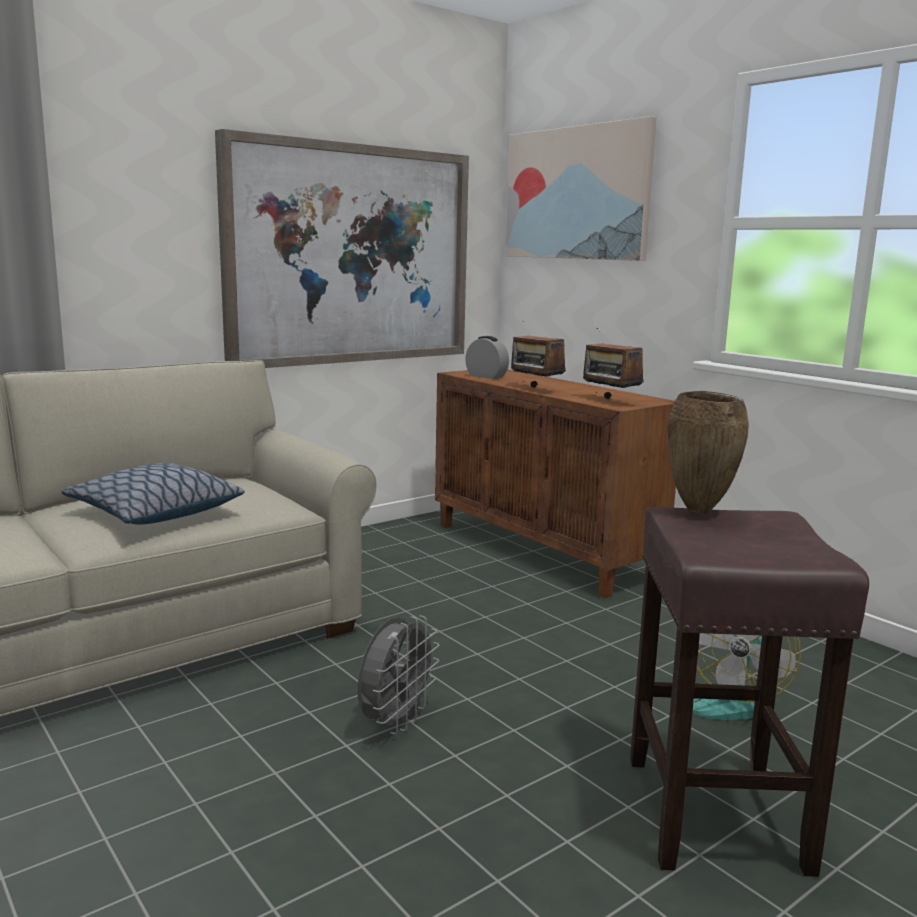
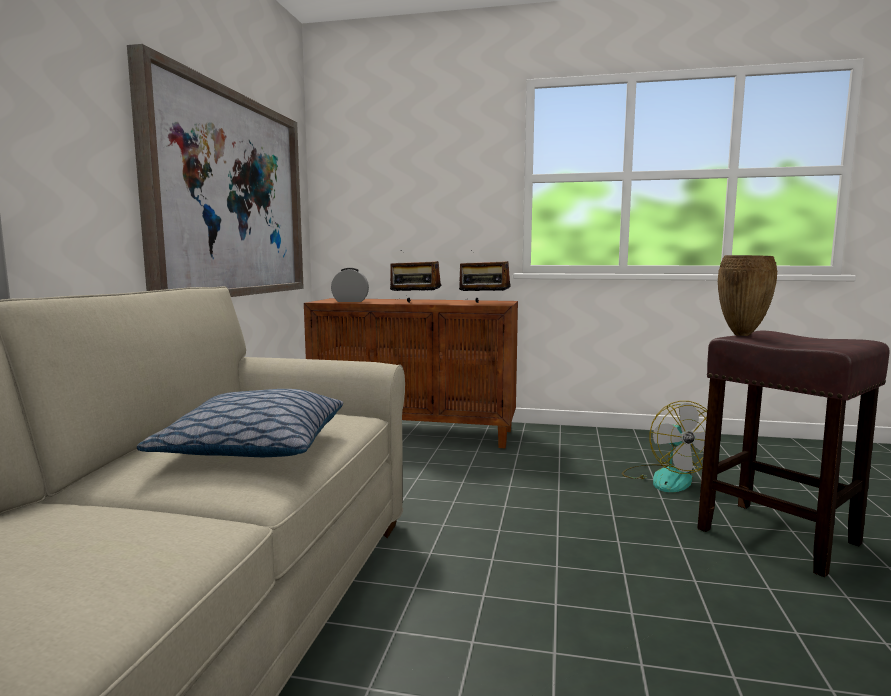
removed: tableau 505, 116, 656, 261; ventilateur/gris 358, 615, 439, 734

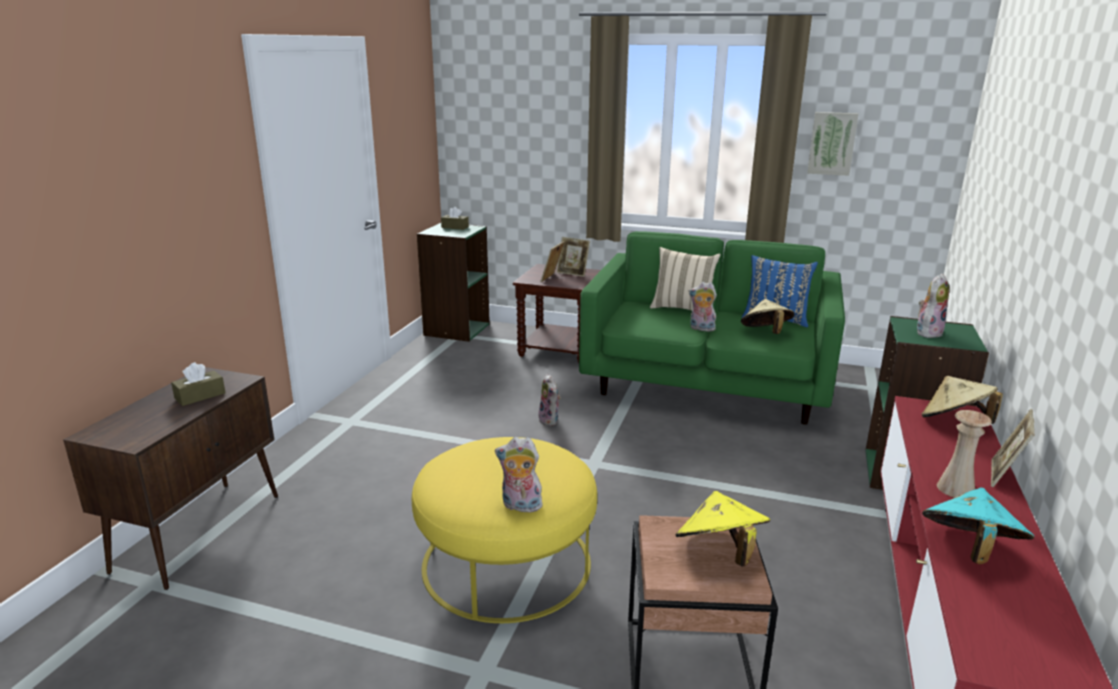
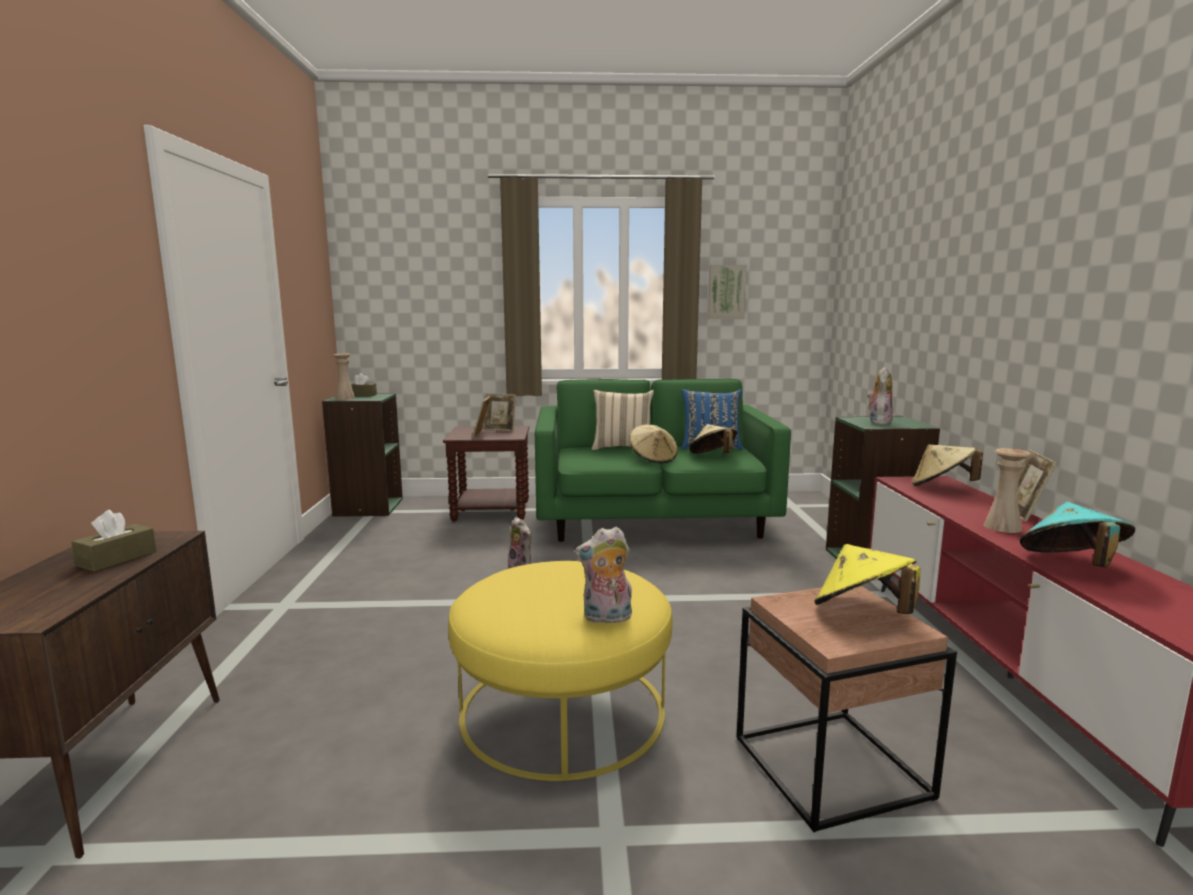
added: vase/beige 333, 354, 355, 400
replaced: peluche 688, 282, 717, 332 to chapeau/beige 630, 424, 678, 463

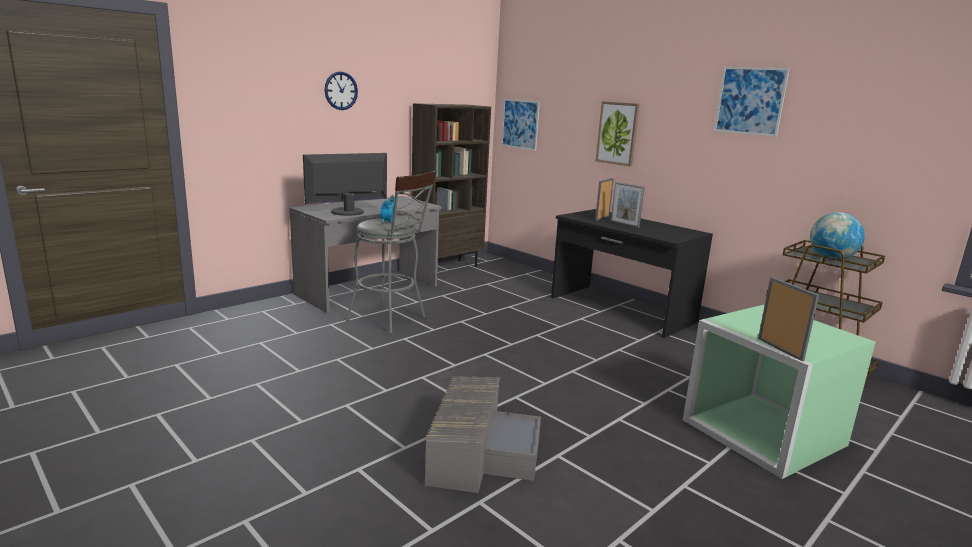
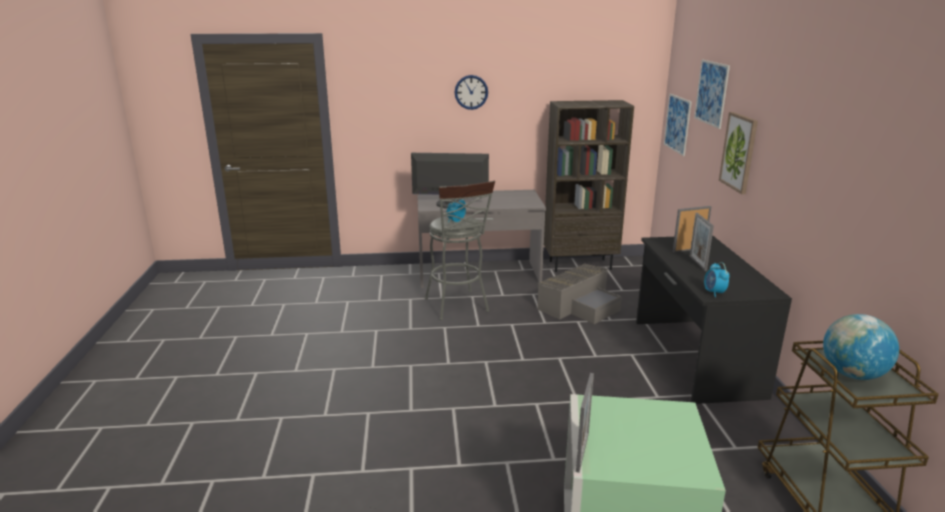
added: réveil 704, 262, 730, 297
moved: tableau 714, 67, 790, 137 to 694, 60, 730, 129; boîte de rangement/gris 425, 376, 541, 493 to 537, 263, 622, 324

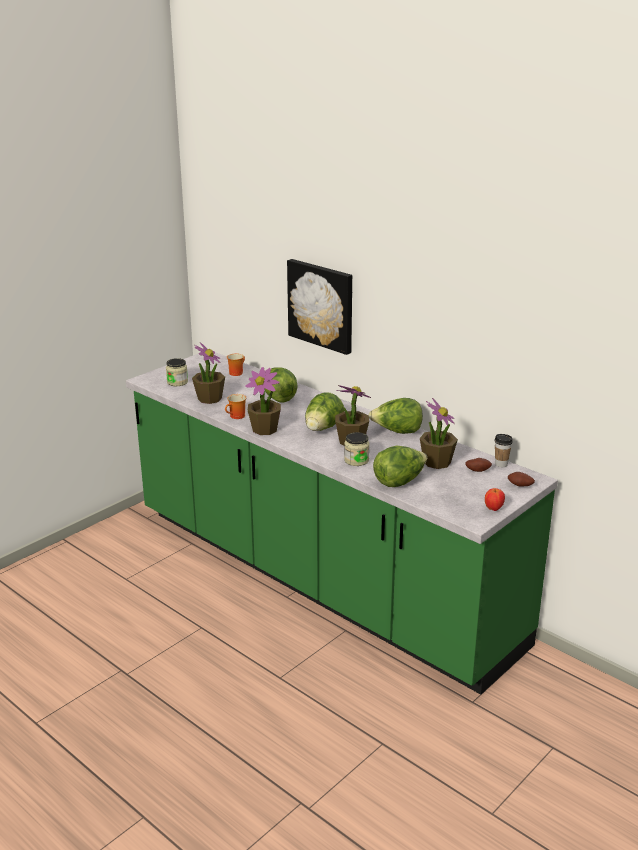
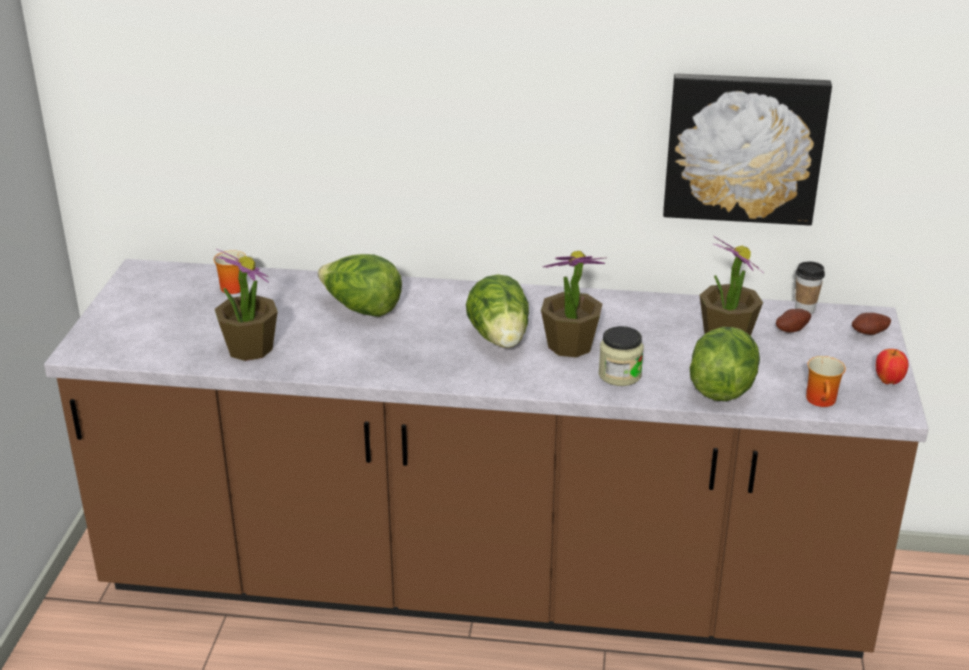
removed: bocal 166, 358, 188, 386; plante en pot 245, 367, 281, 435; laitue 369, 398, 423, 434
moved: tableau 287, 259, 352, 355 to 663, 73, 832, 226; mug 225, 394, 246, 419 to 806, 356, 846, 407
recoloured: comptoir de cuisine/vert 126, 352, 558, 695 to comptoir de cuisine/marron 44, 259, 928, 658

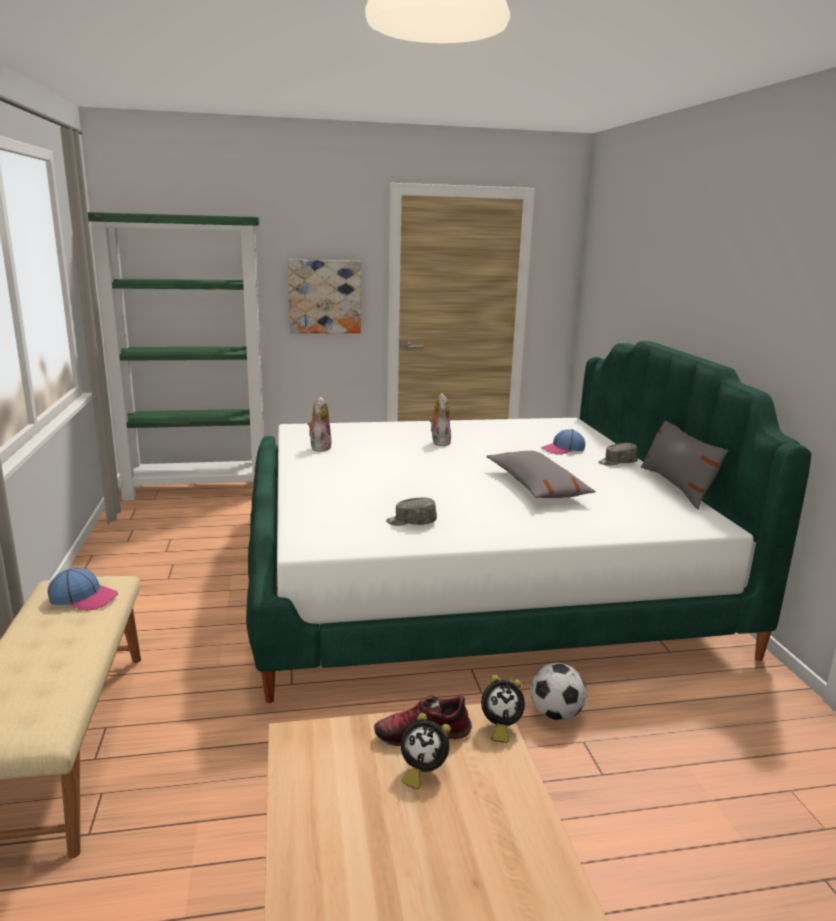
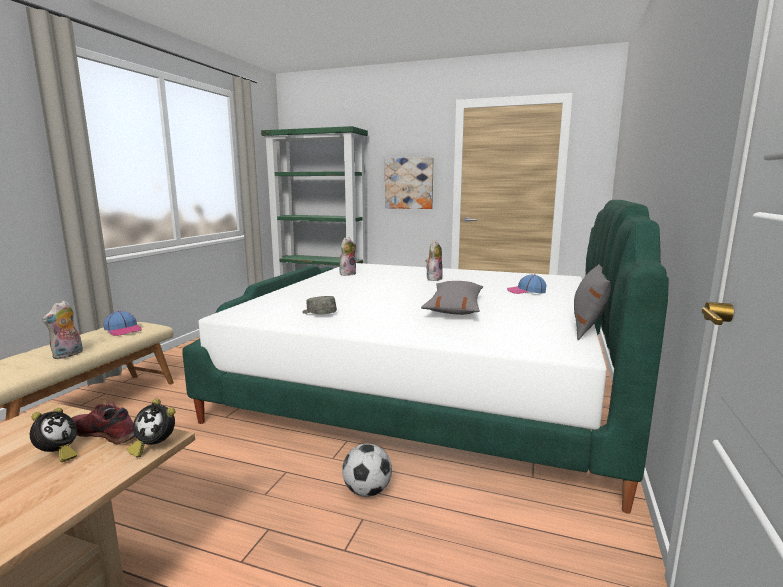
removed: casquette/gris 598, 443, 638, 466
added: peluche 42, 301, 83, 359
turned: réveil 401, 713, 451, 789 = 30, 408, 78, 462 120 degrees counterclockwise

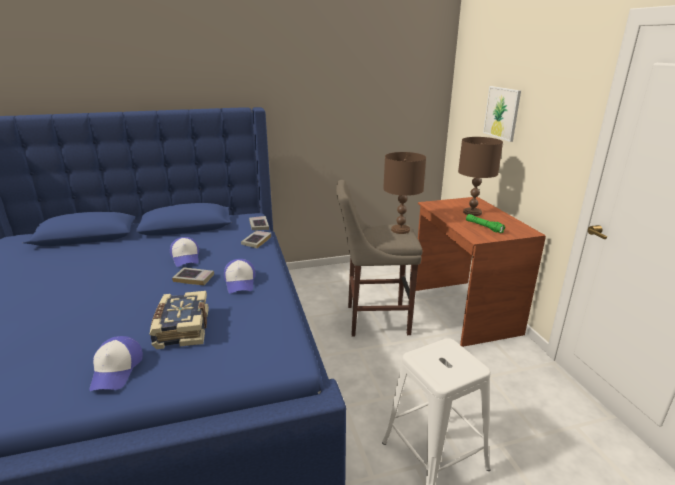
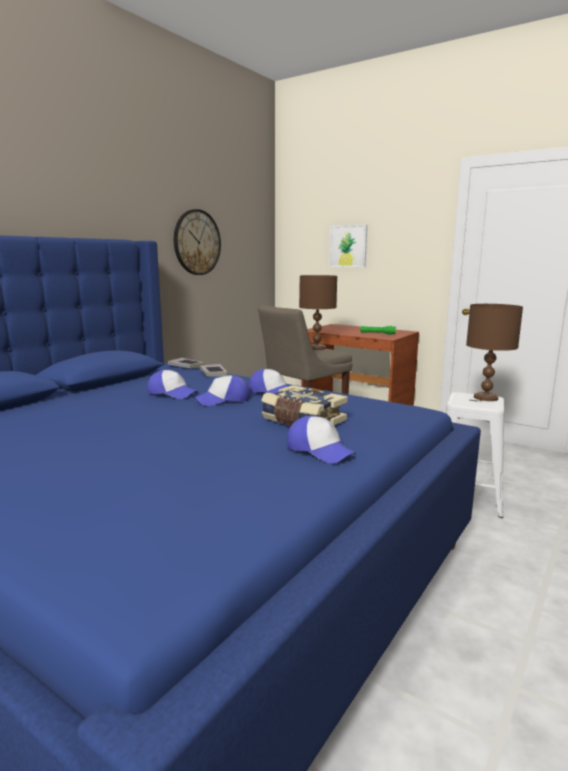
added: horloge murale 174, 209, 221, 275
moved: lampe de table/marron 458, 137, 503, 216 to 466, 304, 523, 401
replaced: livre 172, 267, 214, 285 to casquette 194, 375, 250, 406

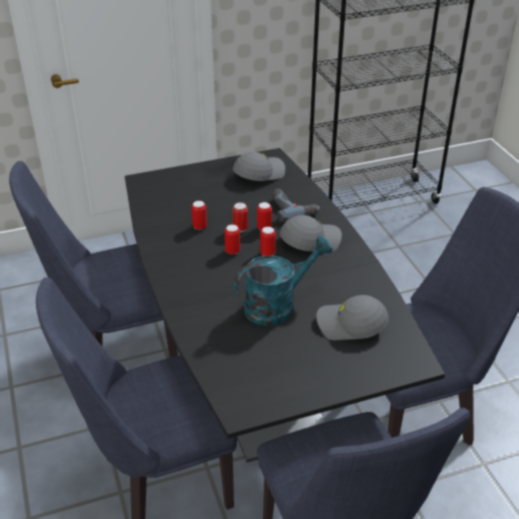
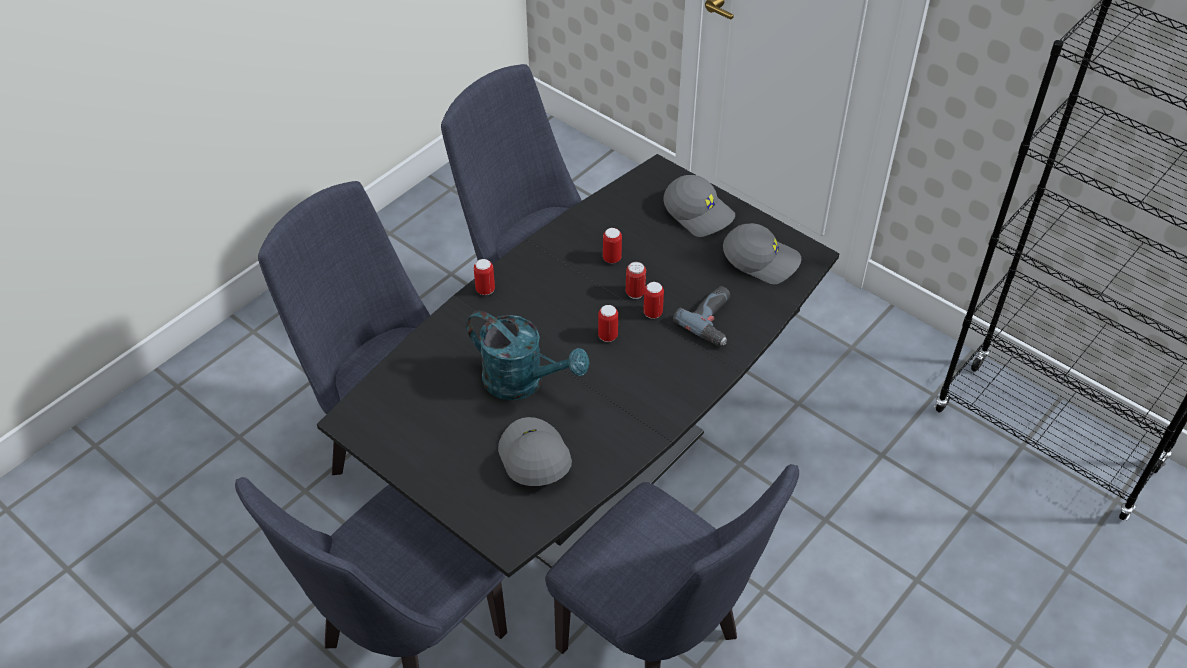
moved: casquette/gris 280, 215, 342, 252 to 663, 175, 735, 237; boîte métallique 225, 224, 240, 254 to 474, 259, 495, 295

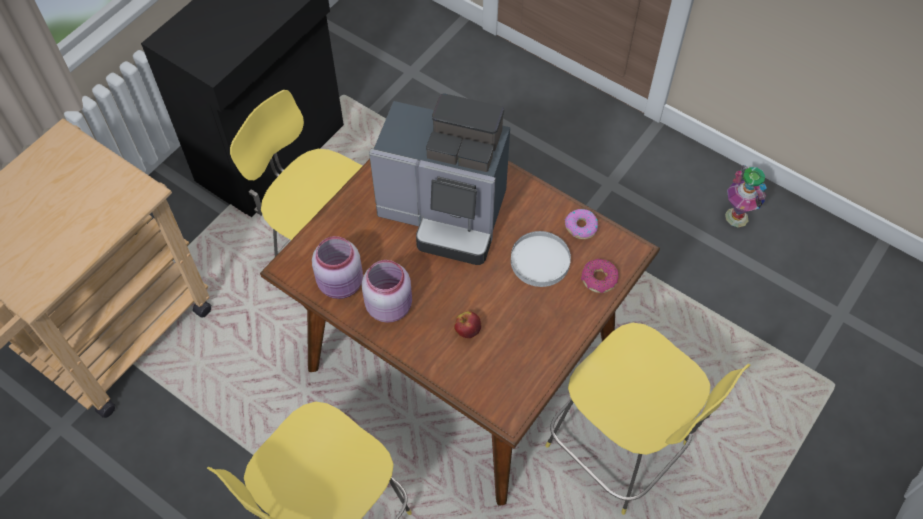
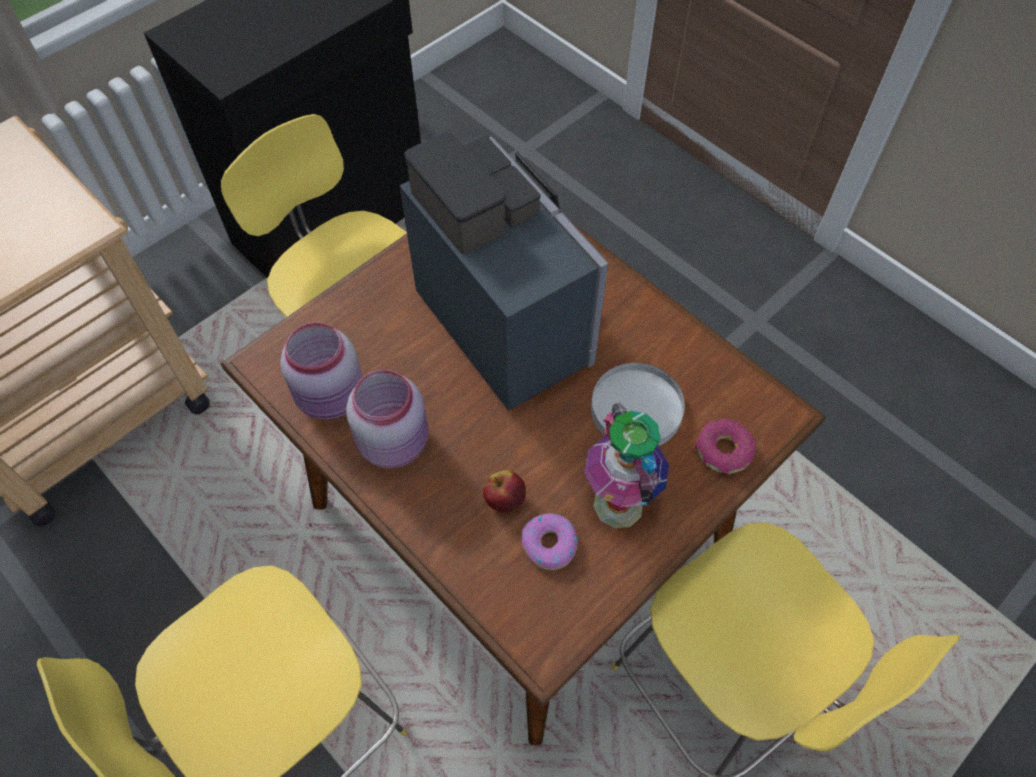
moved: vase 725, 165, 767, 227 to 584, 403, 669, 528; beignet 565, 209, 598, 239 to 521, 513, 578, 570
turned: machine à café 369, 93, 510, 265 = 399, 132, 608, 411 150 degrees counterclockwise

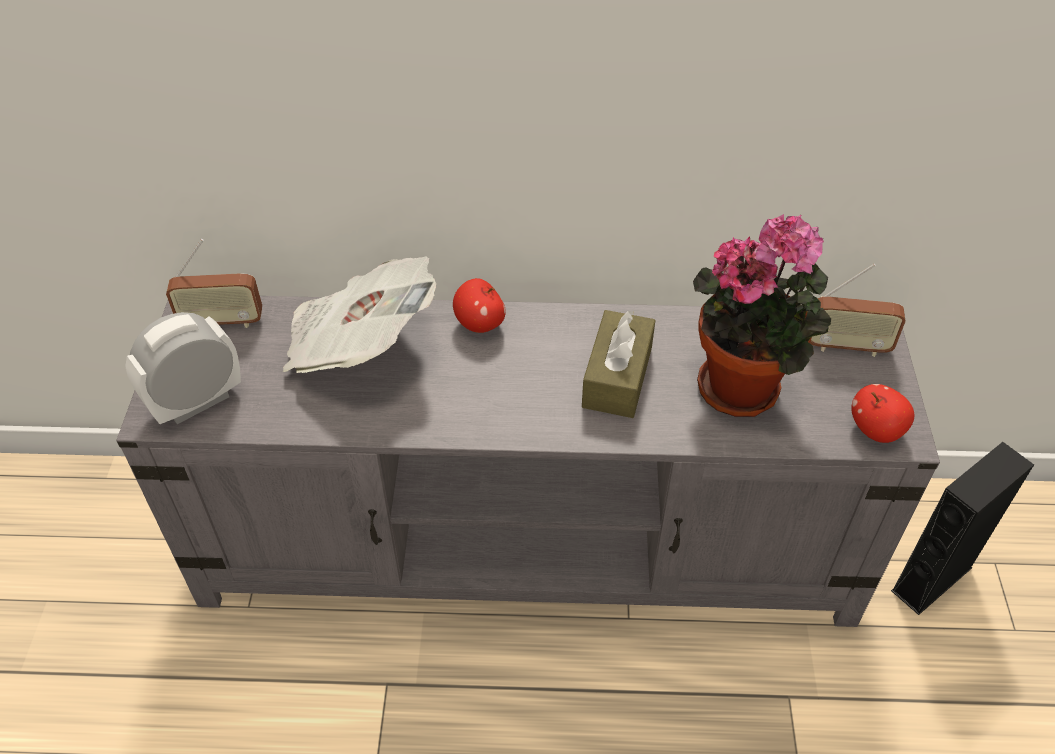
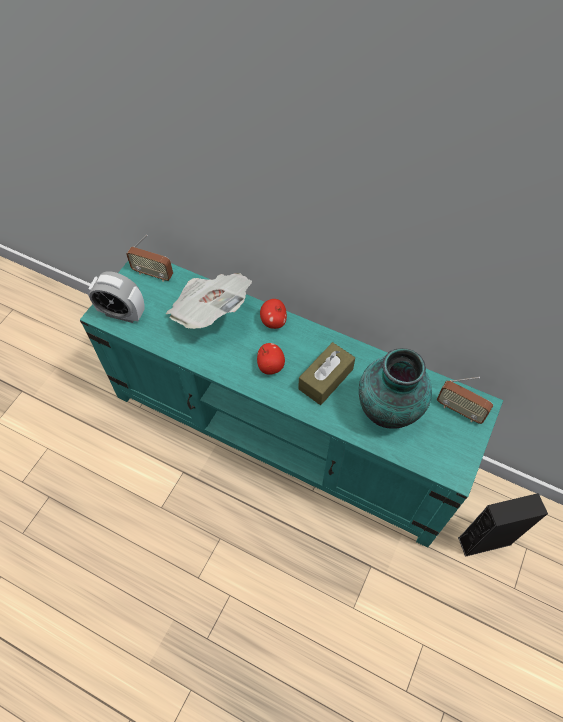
moved: pomme 851, 384, 914, 443 to 257, 343, 285, 375
replaced: plante en pot 693, 214, 831, 417 to vase 359, 348, 432, 429
recoloured: meuble télé/gris 116, 296, 940, 627 to meuble télé/turquoise 80, 261, 503, 548
turned: réveil 125, 312, 241, 424 = 87, 271, 145, 323 150 degrees counterclockwise

